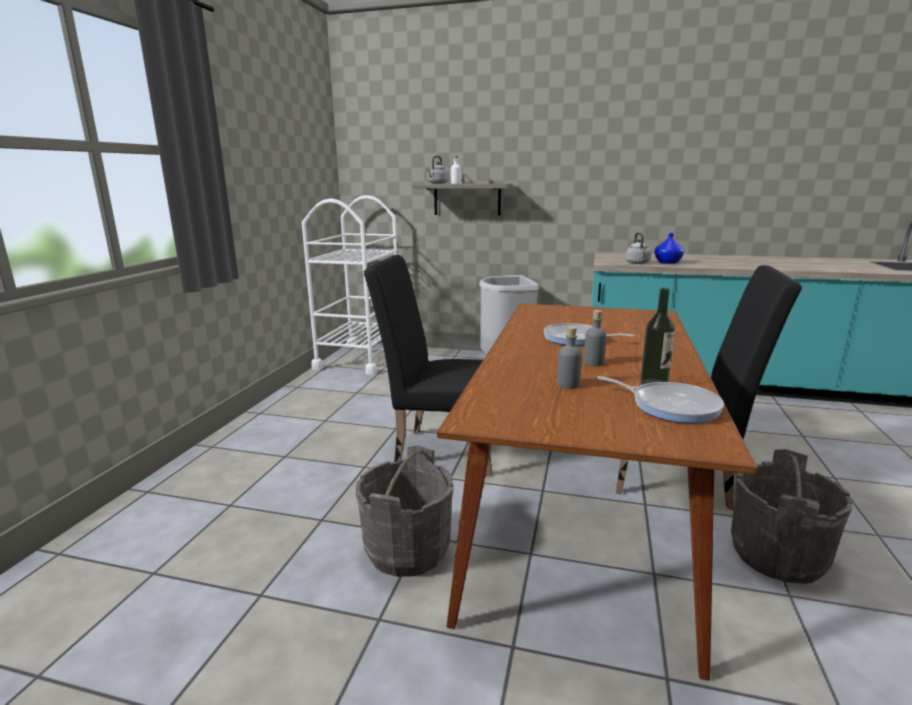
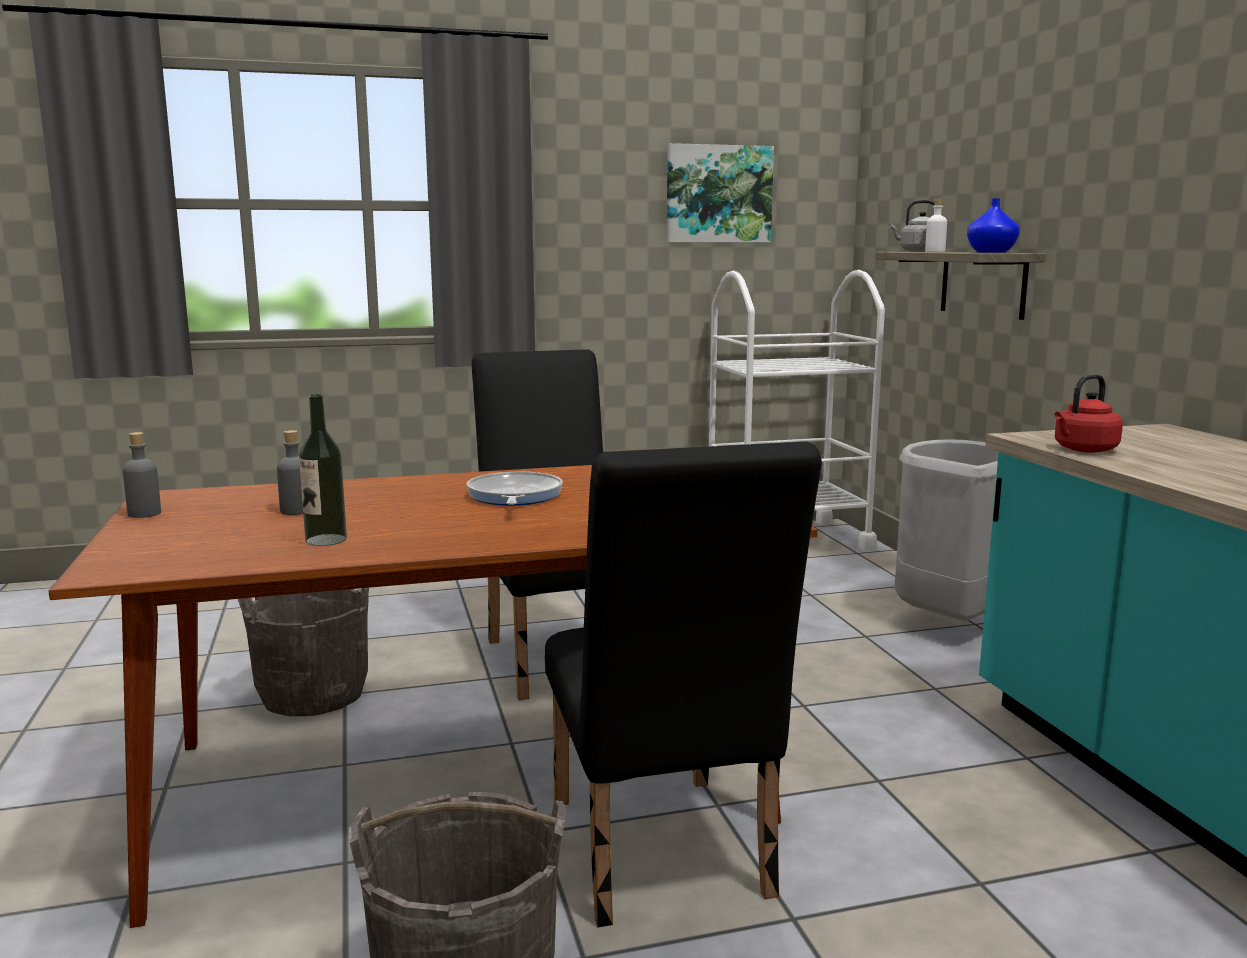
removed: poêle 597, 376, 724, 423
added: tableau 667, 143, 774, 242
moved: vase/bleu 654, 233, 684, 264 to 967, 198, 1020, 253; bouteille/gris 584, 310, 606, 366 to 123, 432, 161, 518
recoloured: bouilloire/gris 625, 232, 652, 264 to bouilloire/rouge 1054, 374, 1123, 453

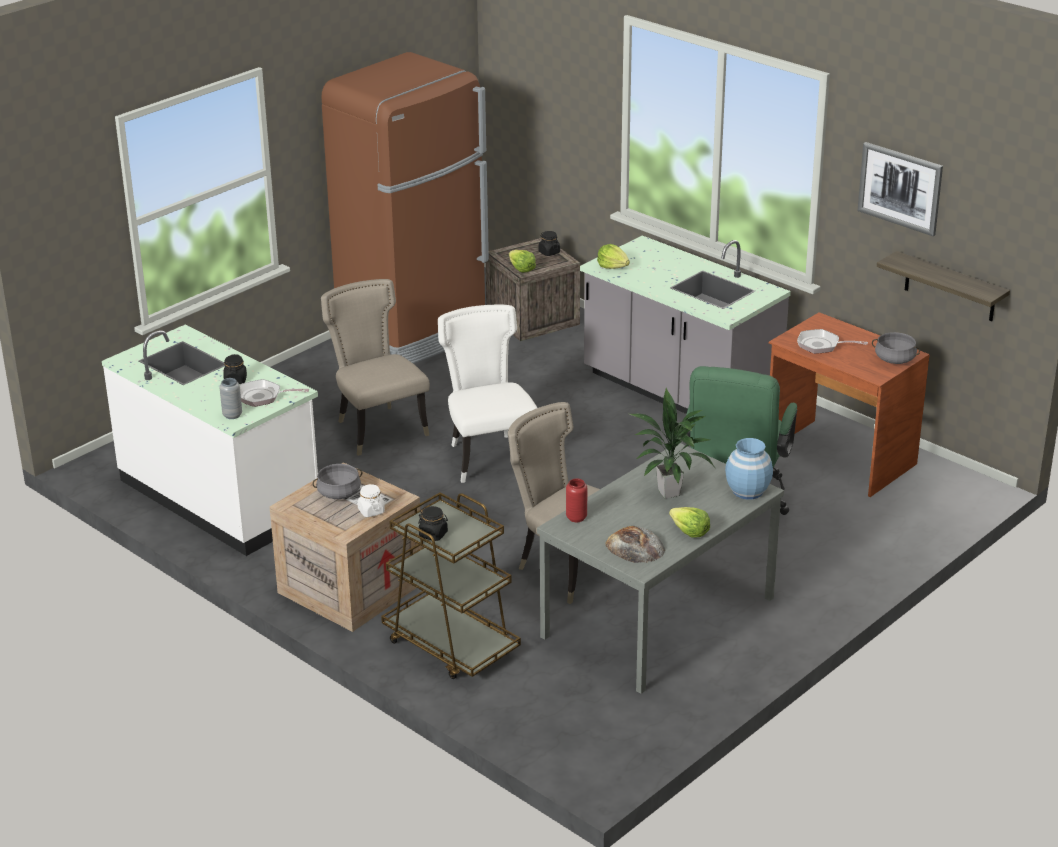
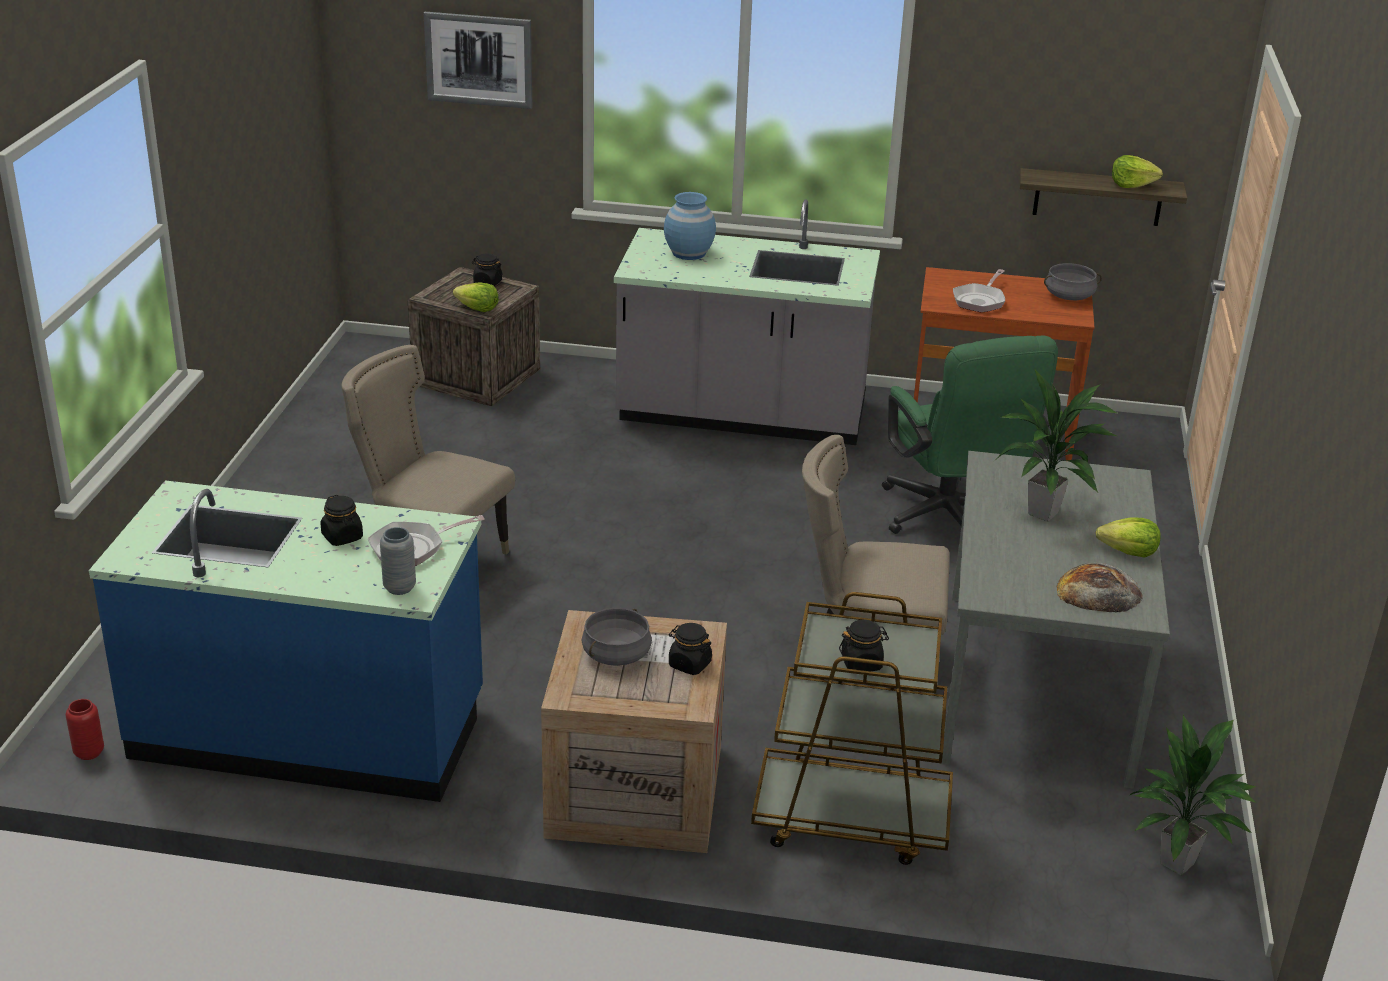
removed: réfrigérateur/marron 321, 52, 489, 364; chaise/blanc 438, 305, 537, 483
added: plante en pot 1129, 714, 1256, 875
moved: tableau 858, 142, 943, 236 to 424, 12, 532, 109; laitue 597, 244, 630, 269 to 1112, 155, 1163, 188; vase/bleu 725, 438, 773, 500 to 664, 192, 716, 260; vase/rouge 566, 479, 587, 522 to 66, 699, 104, 760
recoloured: comptoir de cuisine/blanc 102, 325, 318, 556 to comptoir de cuisine/bleu 89, 480, 483, 802; bocal/blanc 357, 484, 385, 517 to bocal/noir 669, 623, 712, 675
turned: poêle 797, 329, 868, 354 = 953, 269, 1005, 313 45 degrees counterclockwise

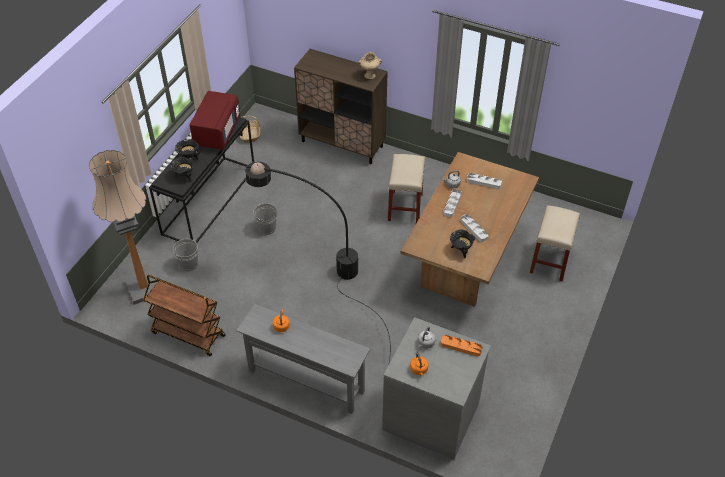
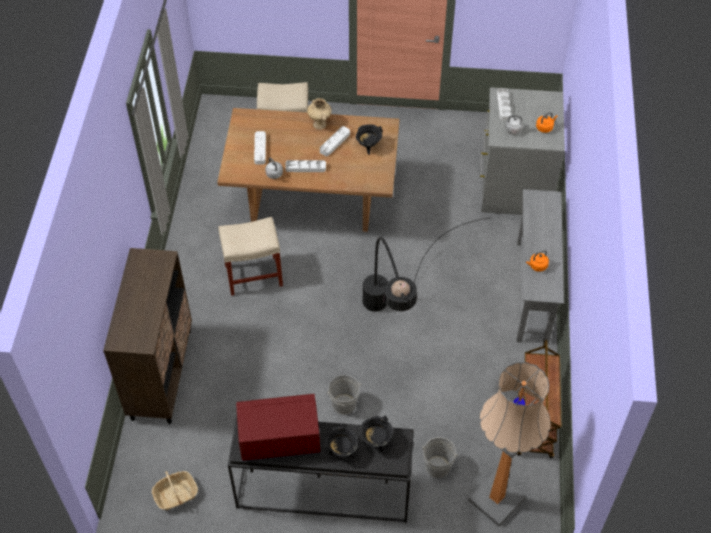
moved: vase/beige 358, 52, 382, 79 to 307, 98, 332, 130
recoloured: plateau/orange 441, 335, 482, 357 to plateau/gris 497, 88, 511, 120

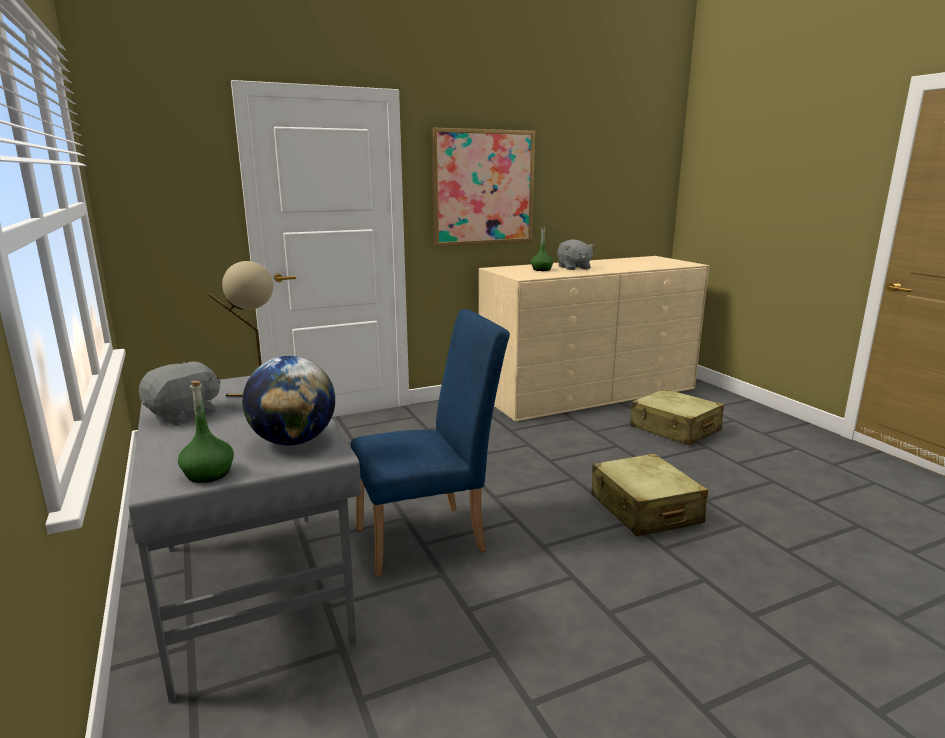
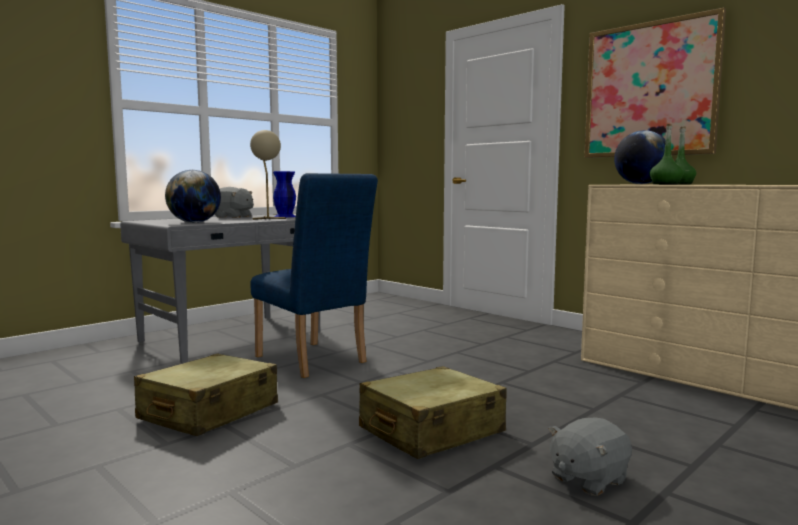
added: globe 614, 130, 666, 184; vase/bleu 273, 171, 296, 217
moved: peluche/gris 557, 239, 595, 270 to 548, 417, 632, 496; bouteille/vert 178, 381, 234, 483 to 650, 124, 684, 185; valise/beige 630, 389, 724, 446 to 134, 354, 278, 436

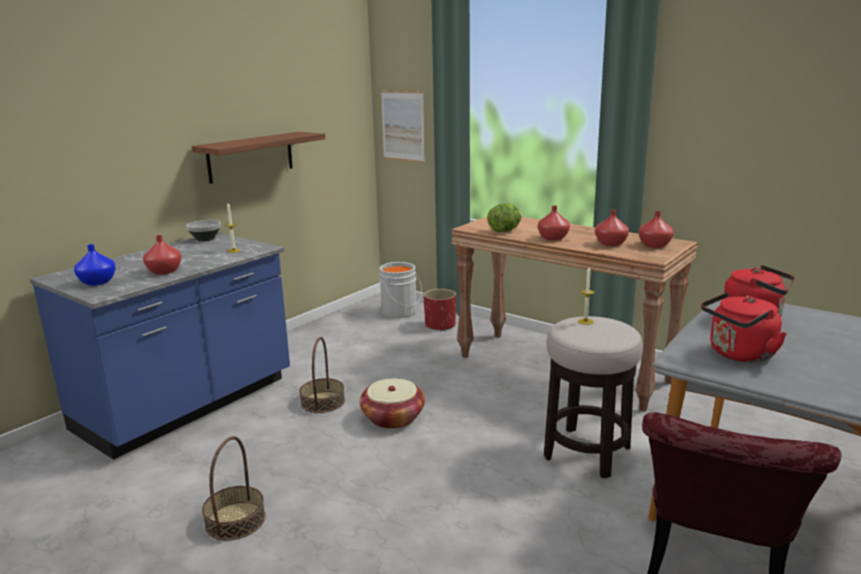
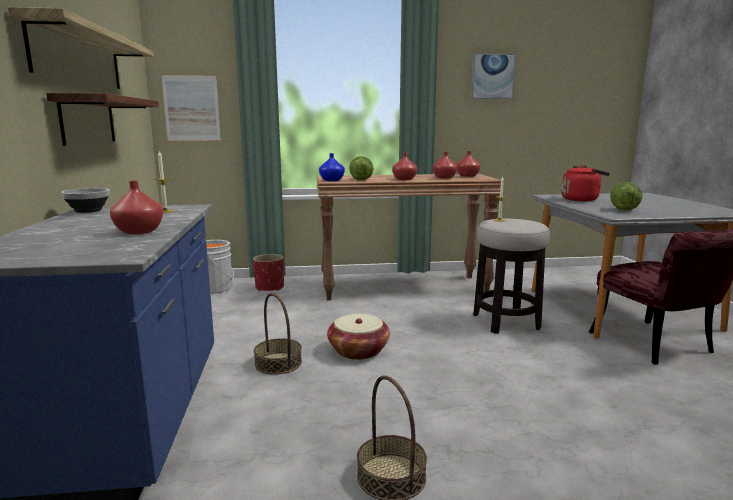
added: étagère 8, 7, 154, 89; tableau 471, 53, 516, 99
moved: vase/bleu 74, 244, 116, 286 to 319, 153, 345, 181
replaced: bouilloire/rouge 701, 292, 787, 363 to laitue 610, 182, 642, 210

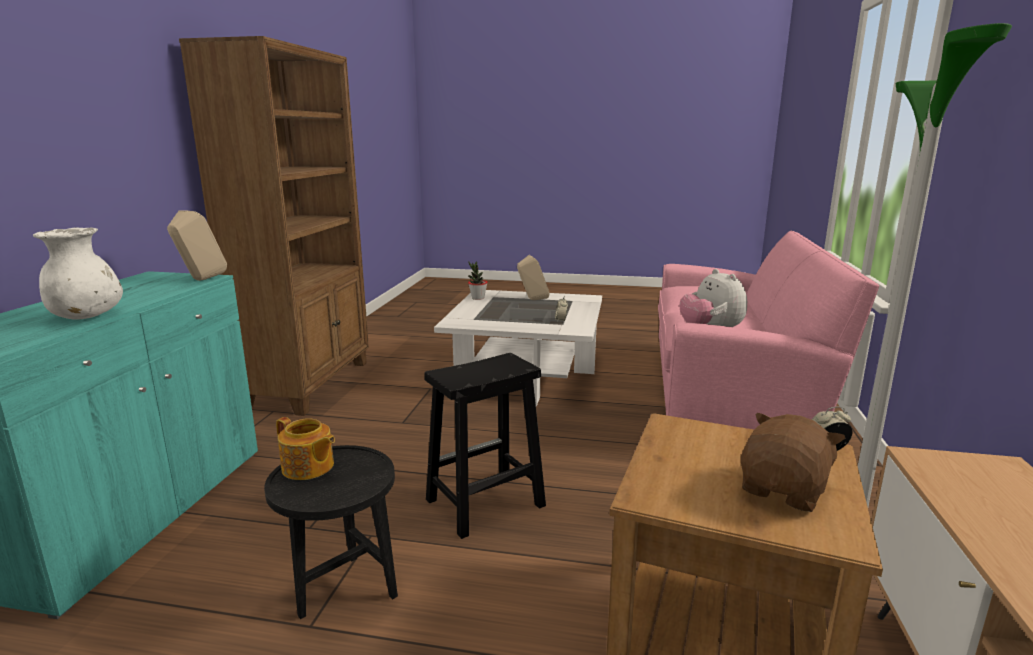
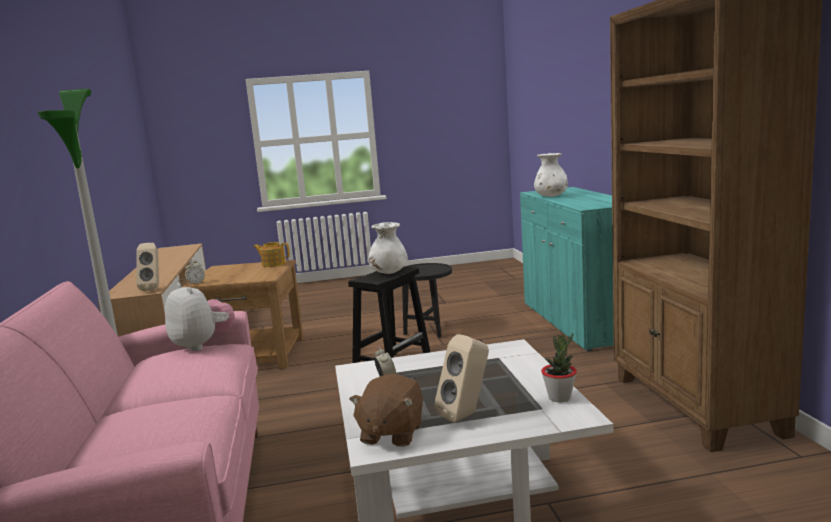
added: vase/blanc 368, 222, 408, 274
moved: enceinte/beige 167, 210, 227, 281 to 136, 243, 159, 291; peluche/marron 741, 413, 845, 512 to 349, 374, 423, 447; théière 276, 417, 335, 480 to 253, 242, 290, 267

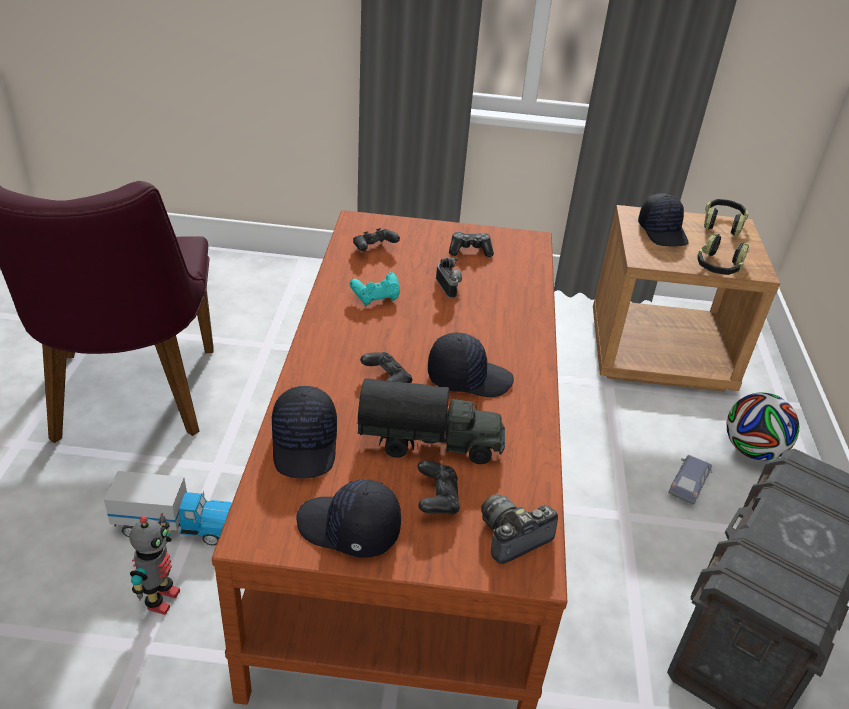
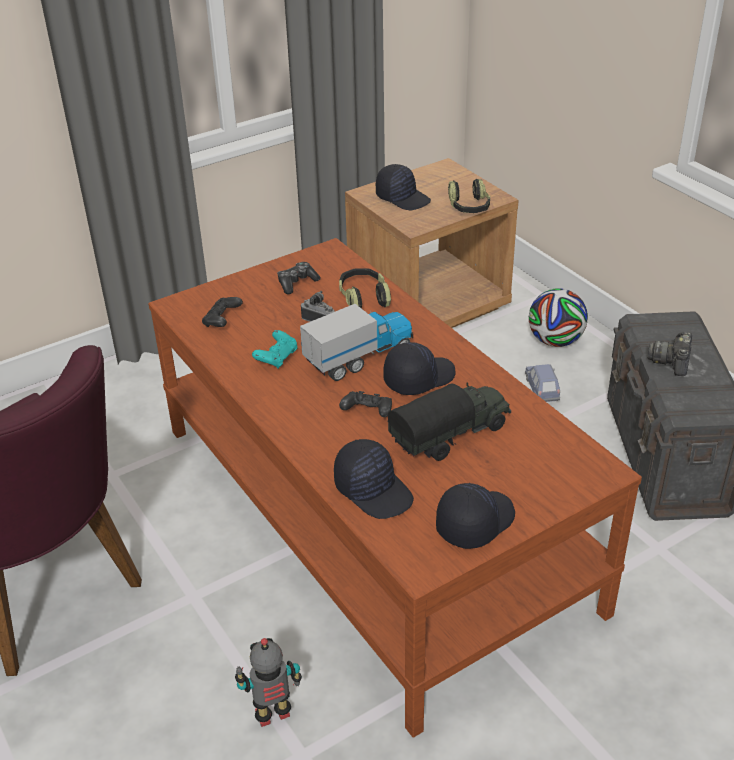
removed: manette/noir 418, 461, 460, 515
moved: casque audio 704, 199, 748, 236 to 339, 268, 391, 309; camion jouet 104, 471, 232, 545 to 300, 304, 413, 381; appareil photo 481, 494, 558, 564 to 648, 332, 692, 376
turned: casquette/noir 296, 479, 401, 558 = 436, 483, 515, 549 150 degrees clockwise; robot jouet 129, 513, 180, 615 = 235, 638, 302, 727 90 degrees counterclockwise

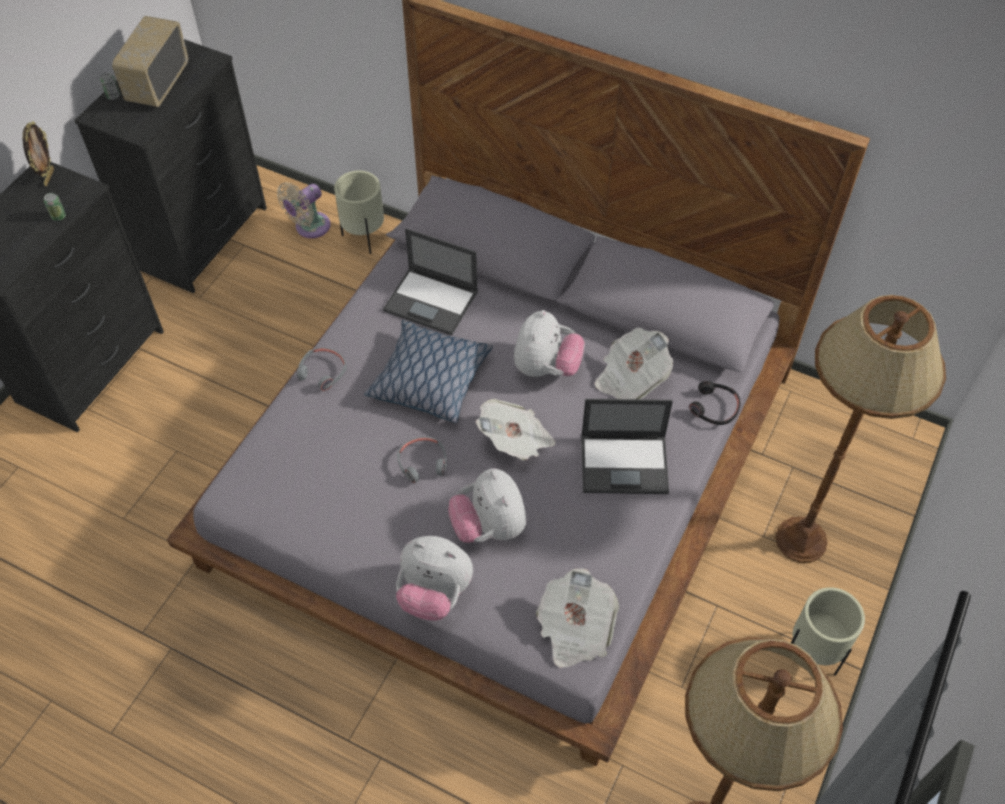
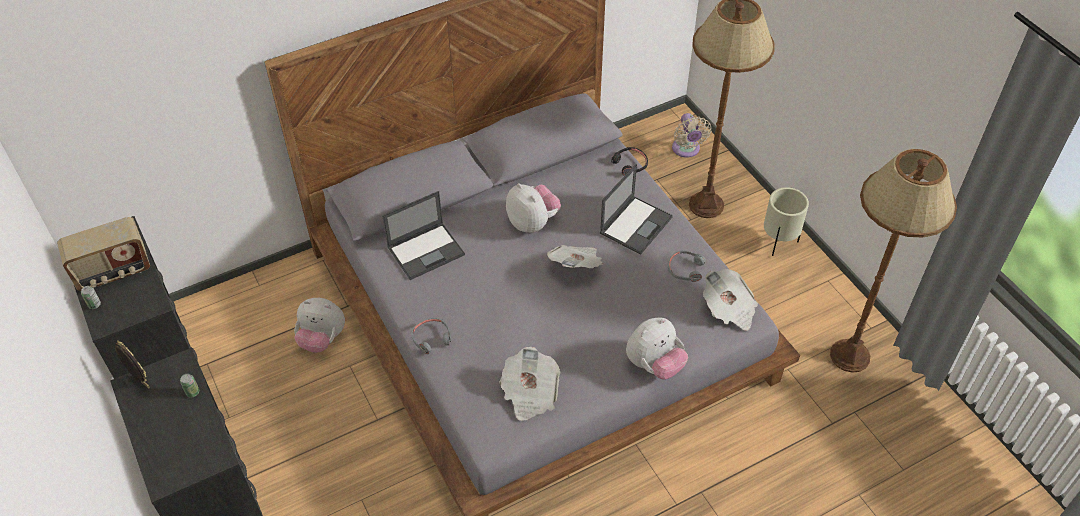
removed: cache-pot/beige 334, 170, 384, 254; coussin 364, 320, 493, 423
moved: ventilateur/beige 277, 182, 330, 238 to 672, 113, 711, 158; journal 595, 327, 673, 399 to 499, 347, 560, 421; casque audio/gris 397, 436, 447, 483 to 668, 250, 706, 282; peluche 448, 468, 526, 543 to 294, 298, 345, 353
turned: radio 112, 16, 188, 107 = 57, 217, 150, 291 75 degrees counterclockwise

